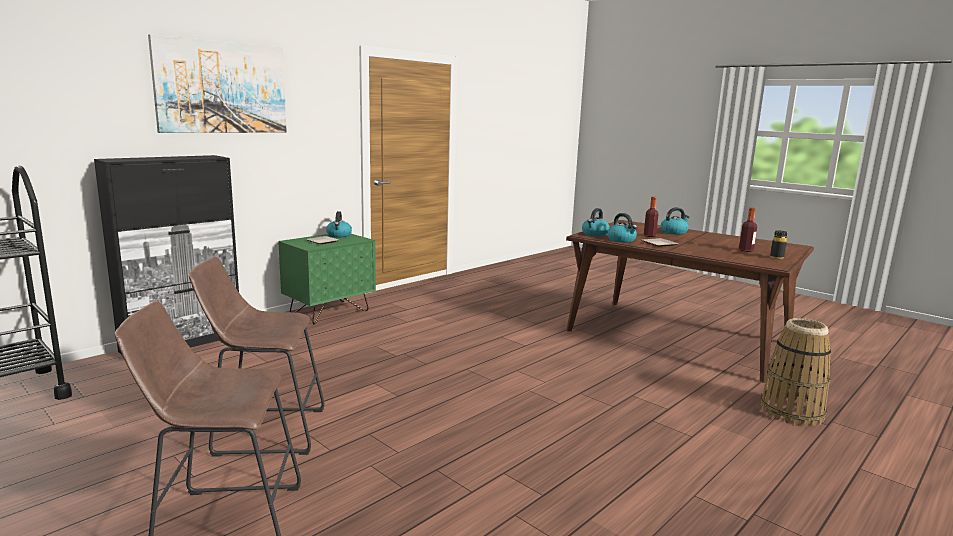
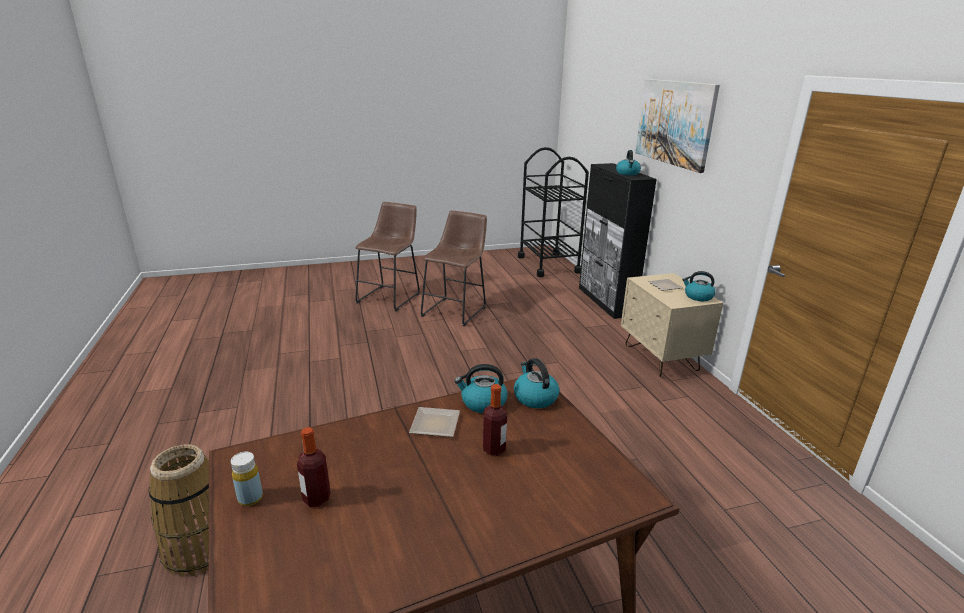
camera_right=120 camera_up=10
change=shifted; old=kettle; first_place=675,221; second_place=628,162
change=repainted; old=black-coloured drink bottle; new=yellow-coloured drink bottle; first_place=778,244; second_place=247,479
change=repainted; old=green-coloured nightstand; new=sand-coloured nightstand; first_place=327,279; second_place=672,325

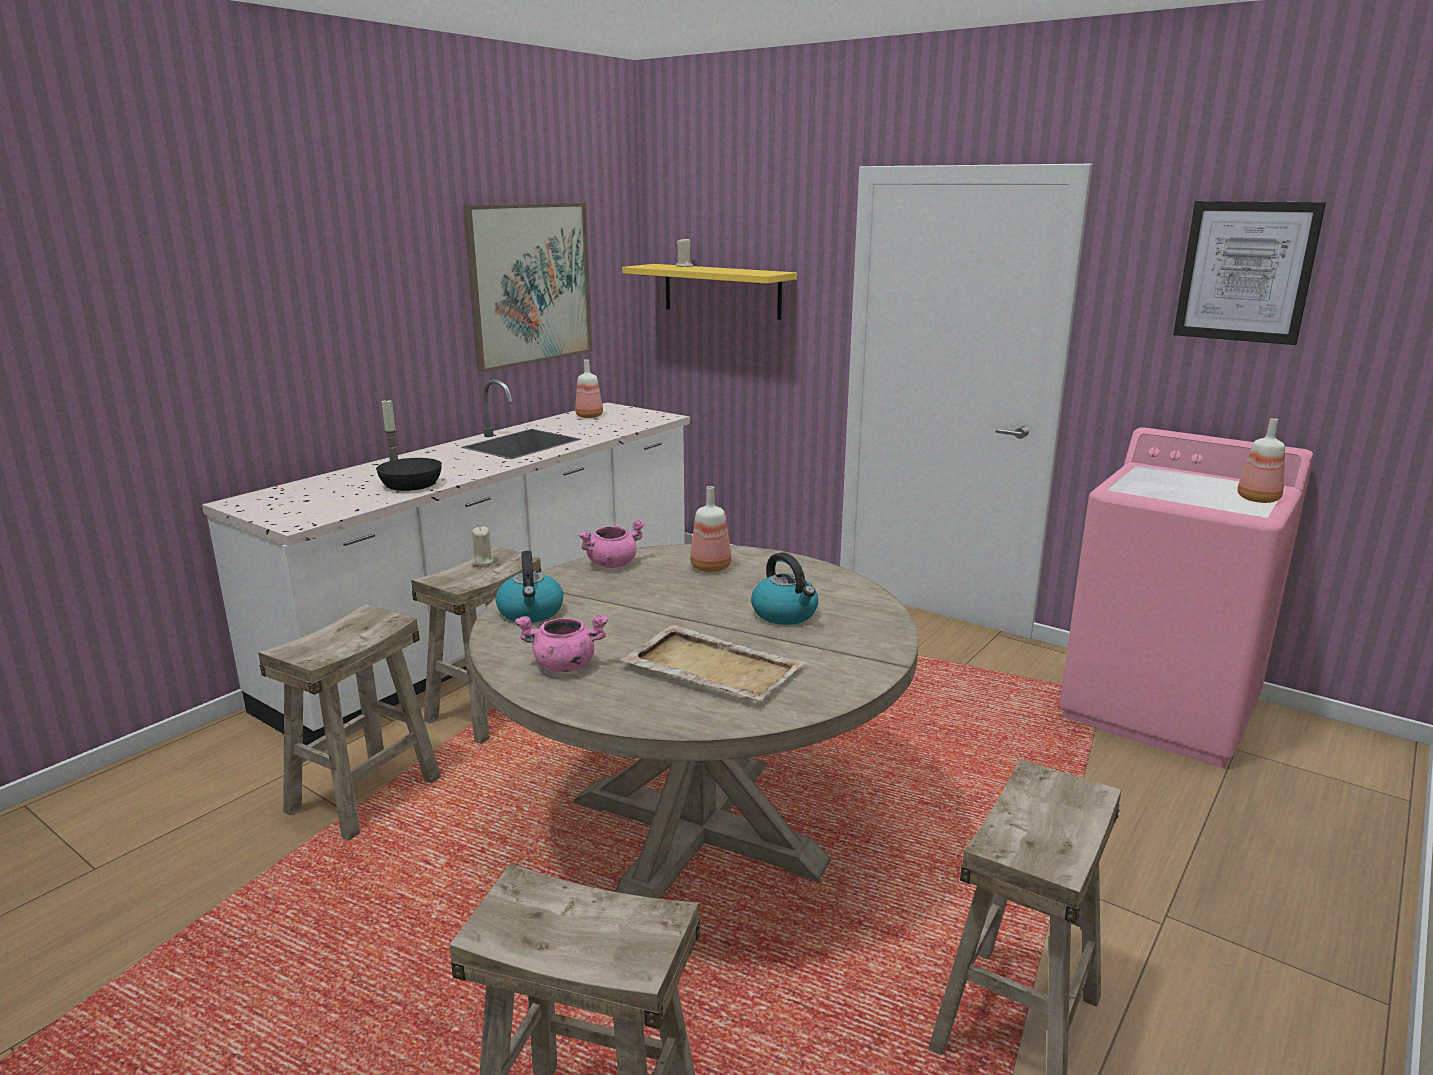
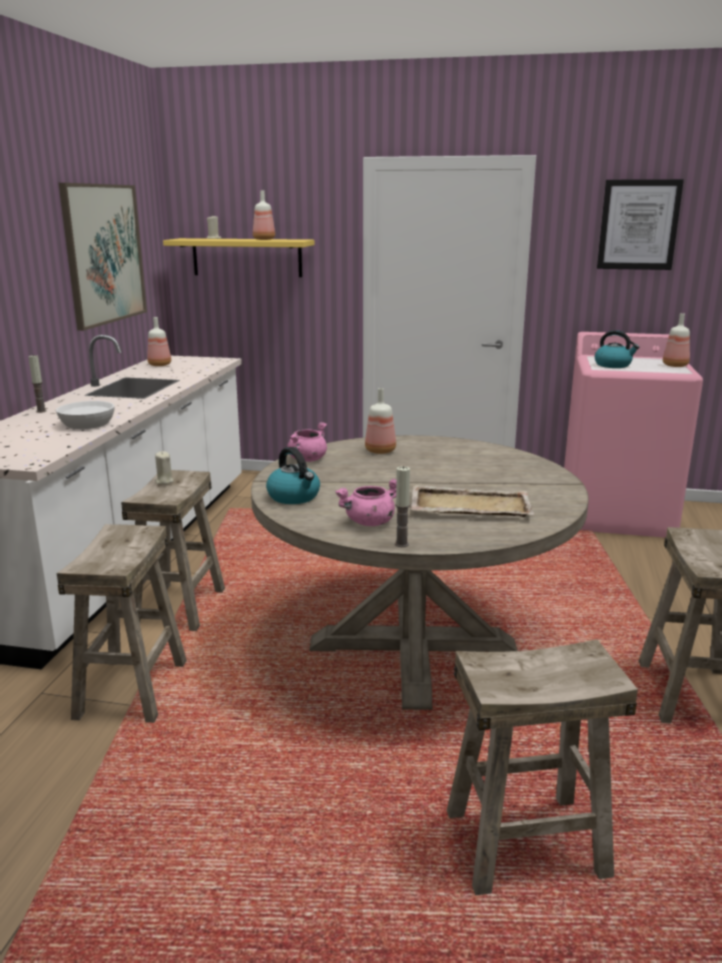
camera_right=-25 camera_up=0
change=repainted; old=black-coloured bowl; new=white bowl; first_place=409,474; second_place=85,415
change=shifted; old=kettle; first_place=784,588; second_place=617,349
change=new; new=drink bottle; second_place=264,215
change=new; new=wax light; second_place=402,506

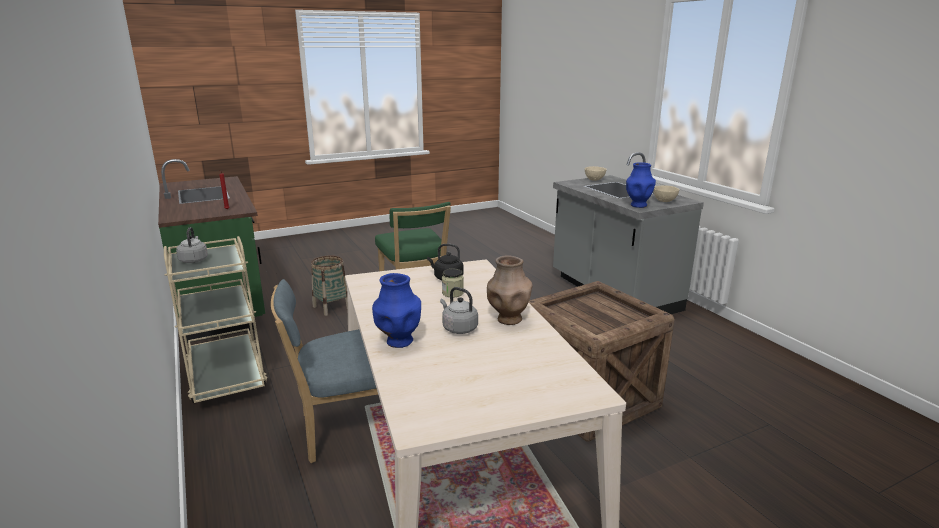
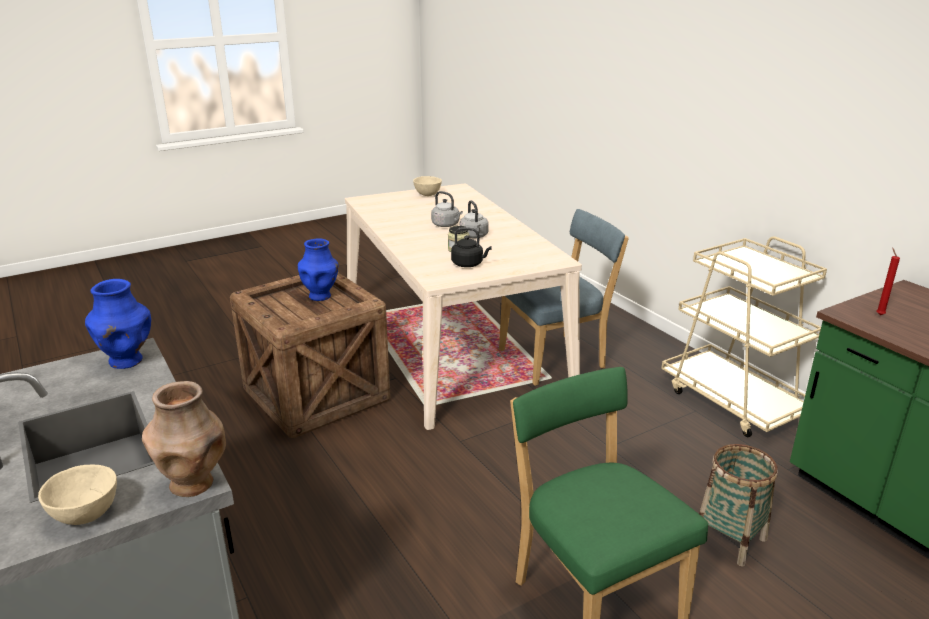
camera_right=175 camera_up=5
change=shifted; old=sand-coloured bowl; first_place=666,193; second_place=427,186
change=shifted; old=gray kettle; first_place=192,245; second_place=474,219
change=shifted; old=brownish vase; first_place=510,290; second_place=184,439
change=shifted; old=bluish vase; first_place=396,310; second_place=318,269

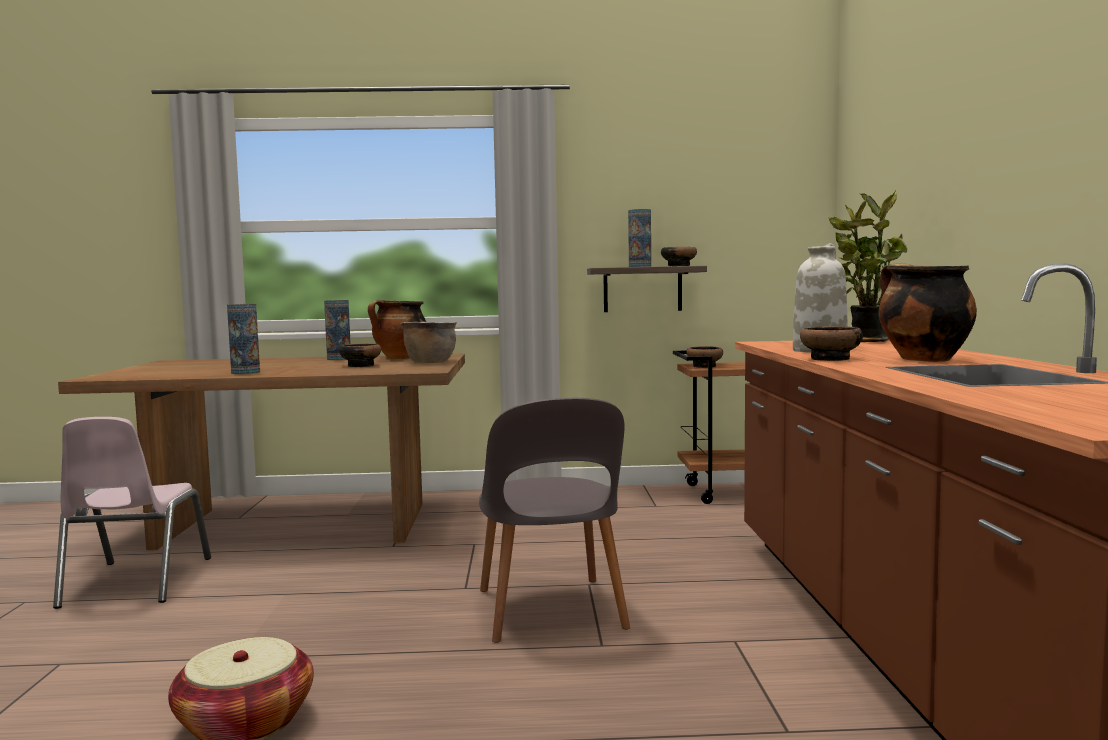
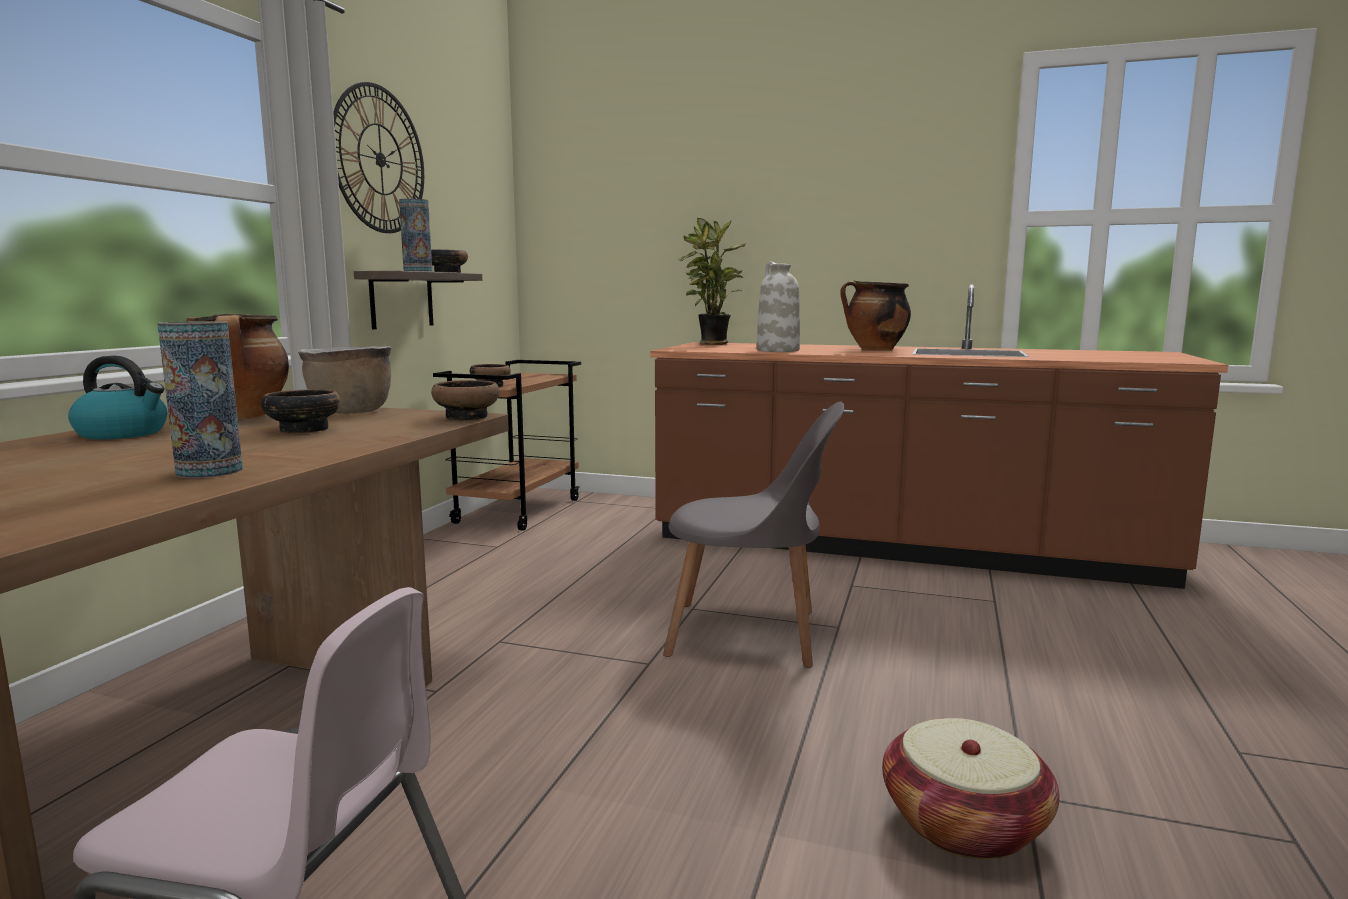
camera_right=-70 camera_up=5
change=swapped; old=vase; new=kettle; first_place=337,330; second_place=117,397
change=shifted; old=bowl; first_place=831,343; second_place=465,400
change=new; new=hanging clock; second_place=378,157

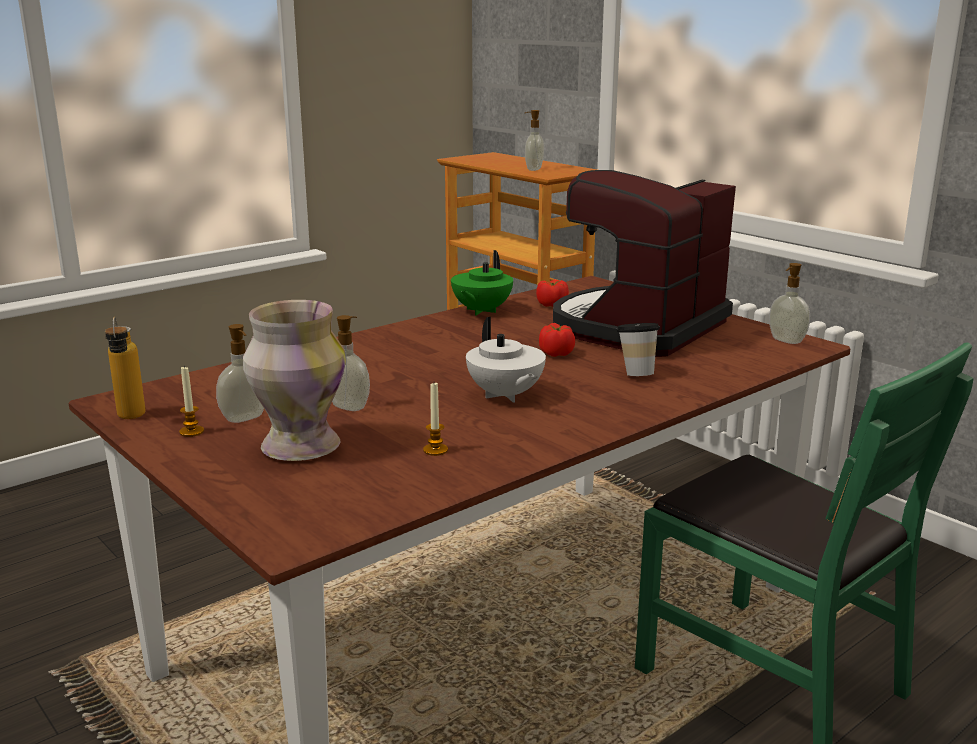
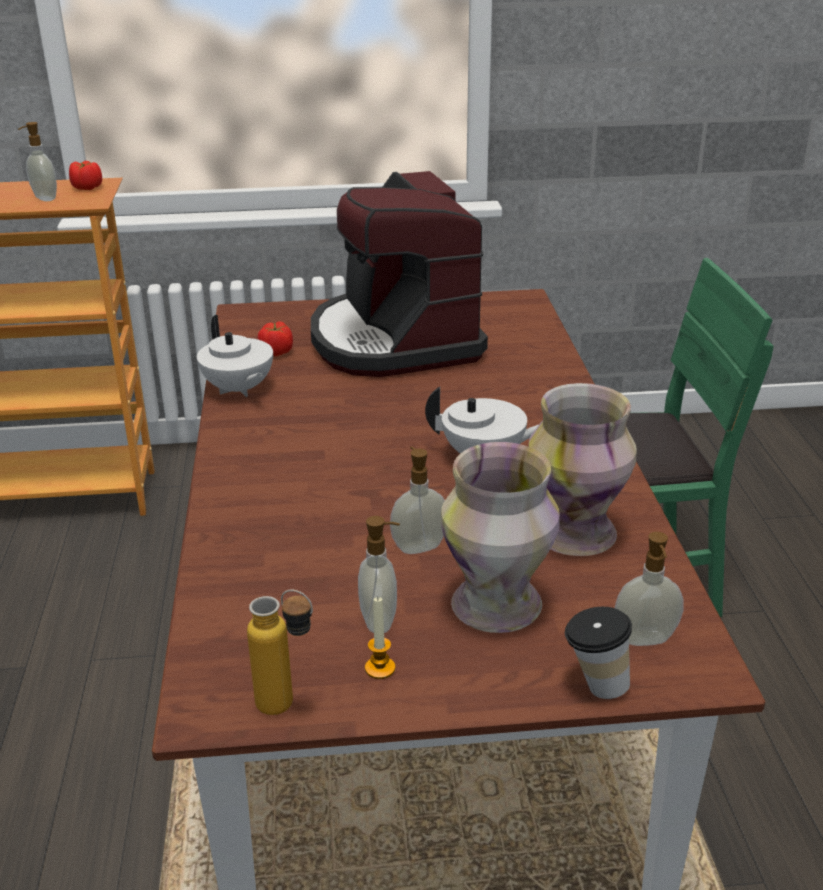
camera_right=-55 camera_up=10
change=repainted; old=green-coloured teapot; new=white teapot; first_place=482,283; second_place=235,356
change=shifted; old=liquid soap bottle; first_place=789,303; second_place=649,589
change=shifted; old=fresh tomato; first_place=557,340; second_place=85,175
change=shifted; old=small cup; first_place=638,349; second_place=598,653
change=swapped; old=wax light; new=vase; first_place=435,419; second_place=582,469

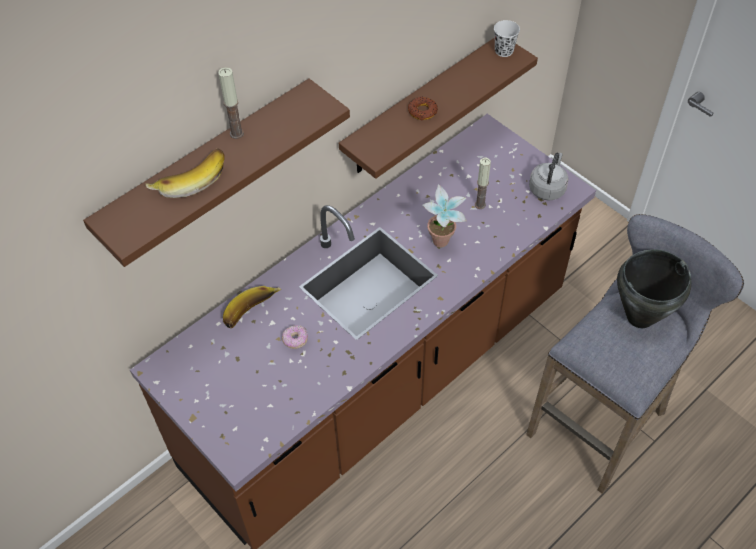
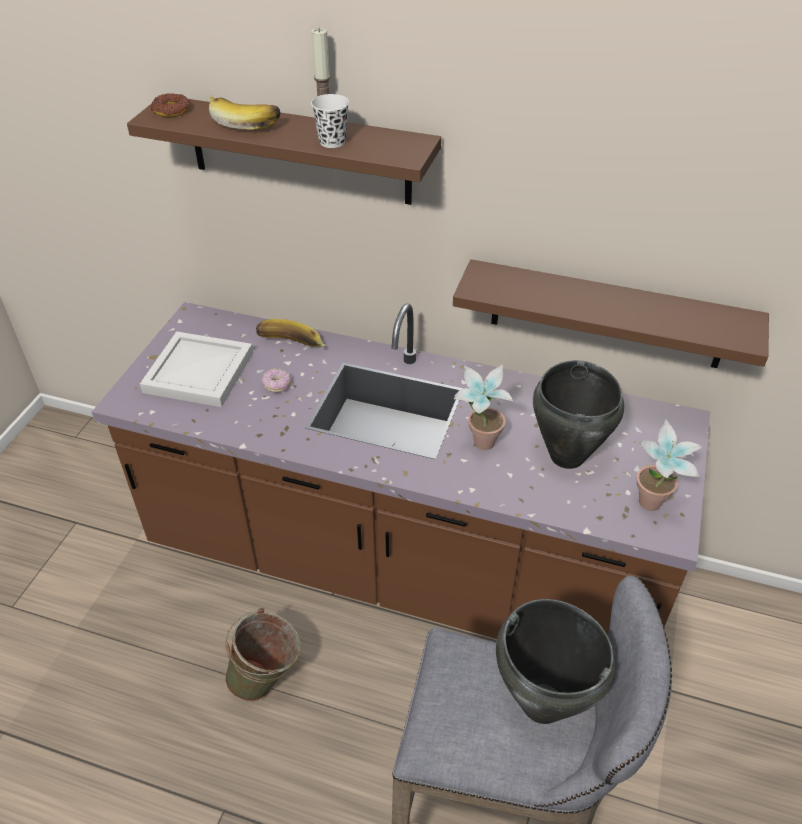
camera_right=60 camera_up=-10
change=shifted; old=white small cup; first_place=507,38; second_place=330,121
change=shifted; old=ring doughnut; first_place=423,108; second_place=170,105
change=swapped; old=gray kettle; new=houseplant; first_place=548,176; second_place=669,465
change=swapped; old=wax light; new=black-coloured cooking pot; first_place=483,183; second_place=578,414
change=new; new=white serving tray; second_place=196,369
change=new; new=green-coloured pail; second_place=263,655

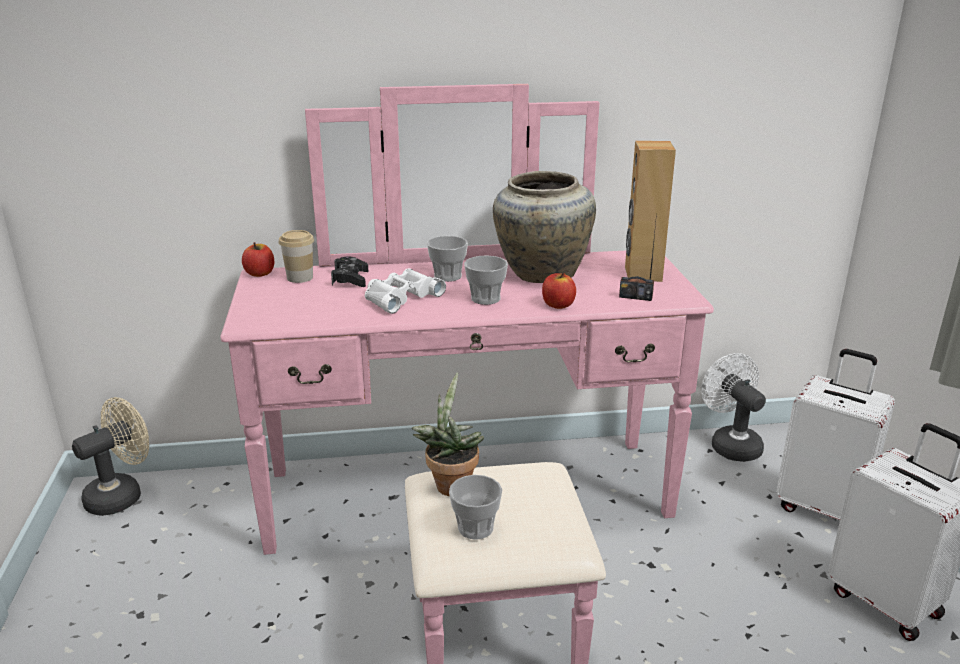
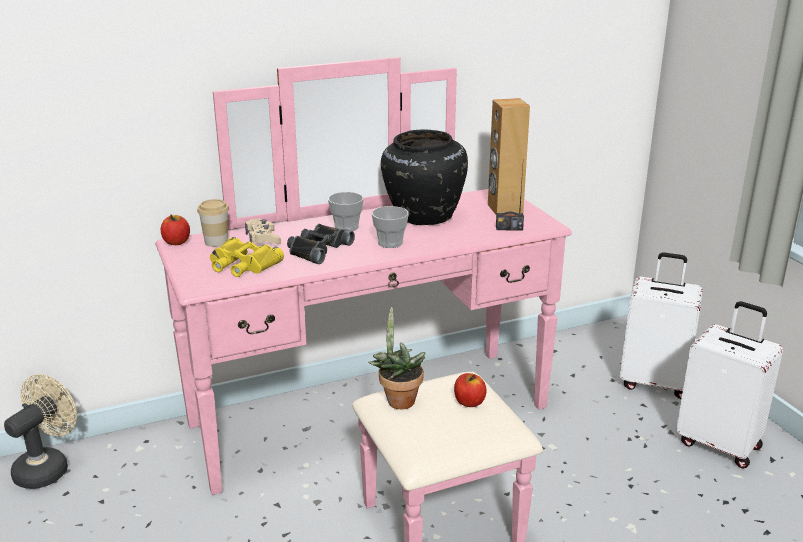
camera_right=-15 camera_up=0
change=repainted; old=sand-coloured vase; new=black-coloured vase; first_place=544,227; second_place=424,177
change=repainted; old=black-coloured game controller; new=sand-coloured game controller; first_place=349,272; second_place=263,231
change=repainted; old=white pair of binoculars; new=black-coloured pair of binoculars; first_place=405,291; second_place=321,244
change=shifted; old=apple; first_place=559,291; second_place=470,390
change=gone; old=white electric fan; first_place=733,407
change=gone; old=small cup; first_place=476,507
change=new; new=yellow-coloured pair of binoculars; second_place=247,257

